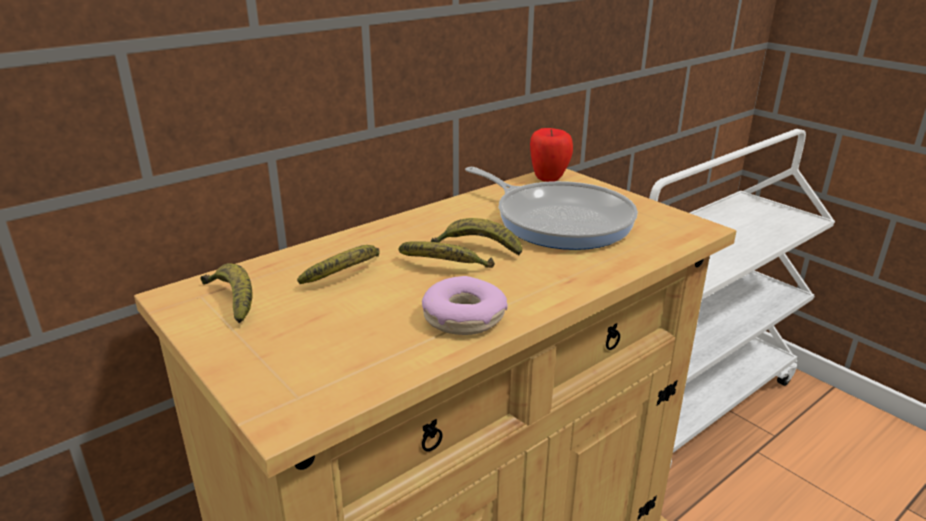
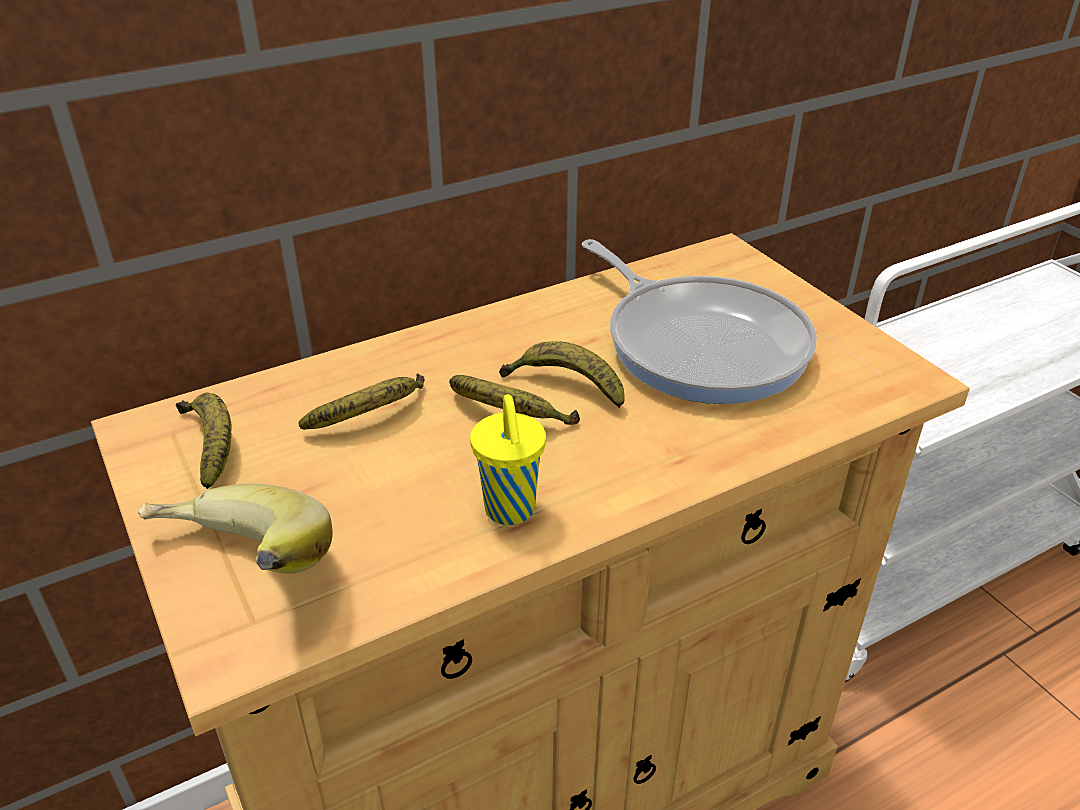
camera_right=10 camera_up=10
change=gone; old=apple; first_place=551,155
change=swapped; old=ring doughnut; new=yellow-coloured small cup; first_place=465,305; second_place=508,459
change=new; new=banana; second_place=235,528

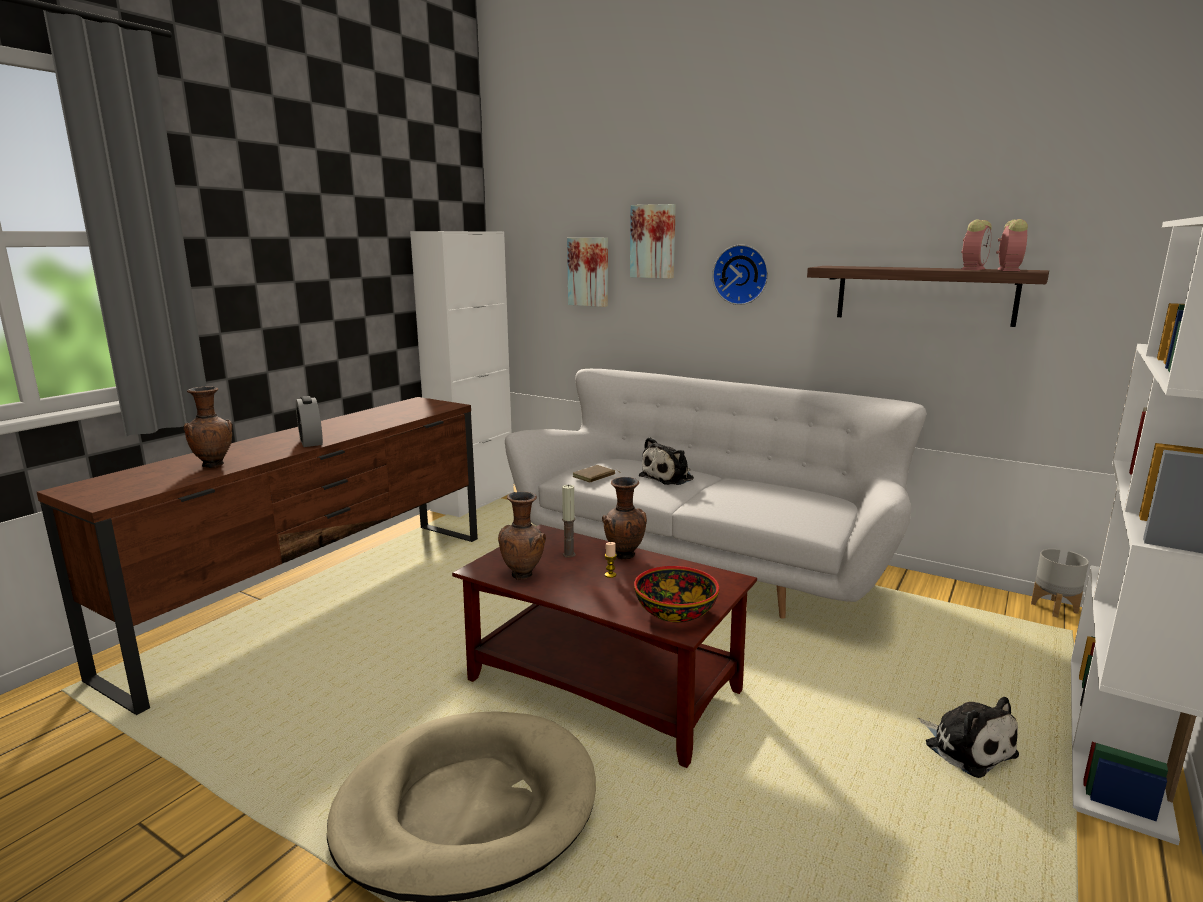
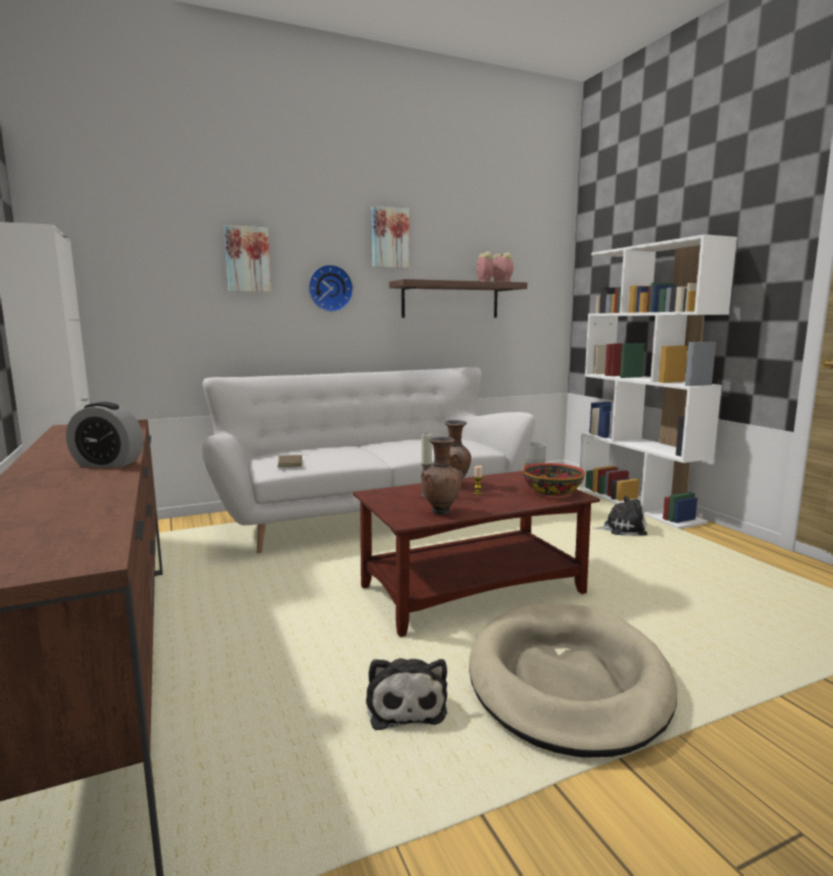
camera_right=-55 camera_up=-5
change=shifted; old=picture; first_place=587,272; second_place=390,237
change=gone; old=brownish vase; first_place=208,427
change=shifted; old=cuddly toy; first_place=666,461; second_place=406,694

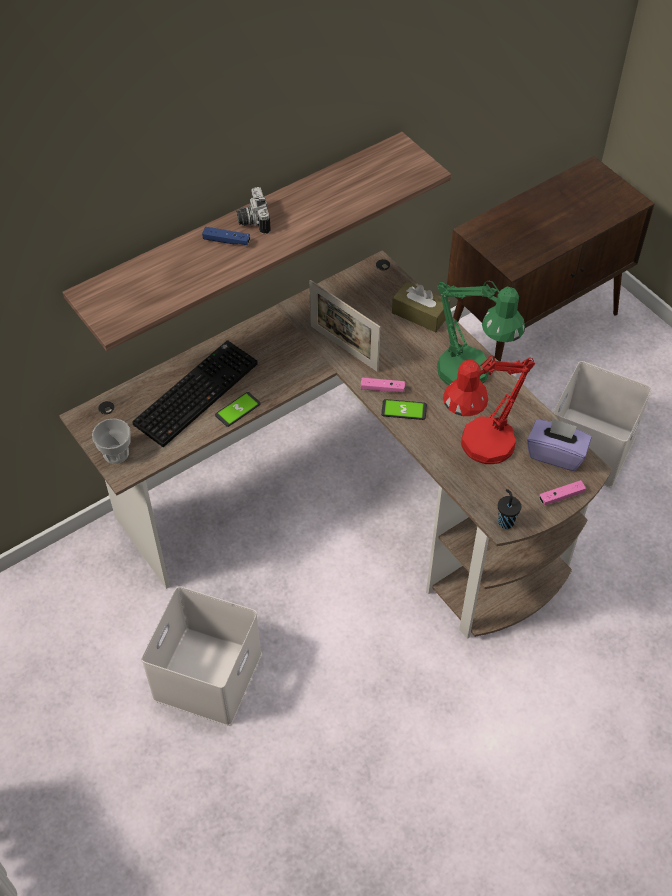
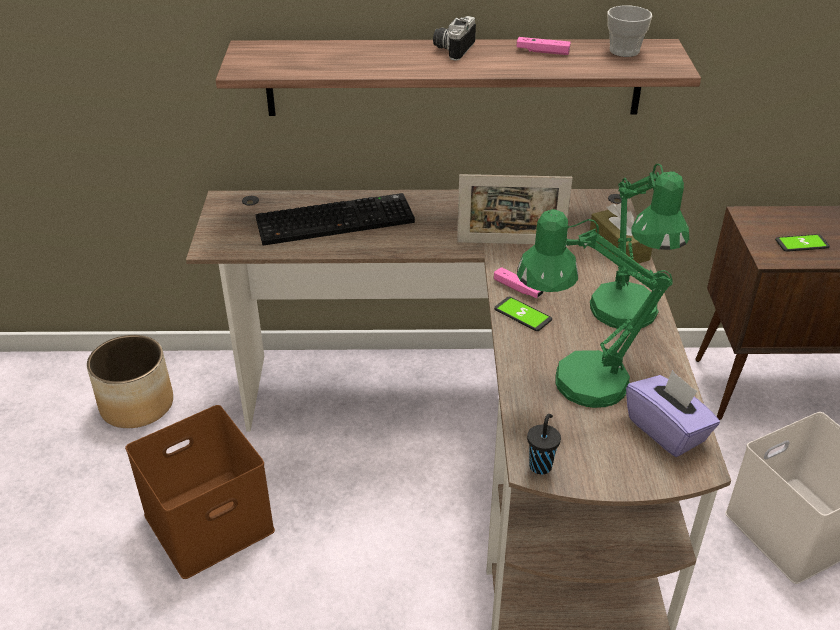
camera_right=35 camera_up=-15
change=gone; old=bluish game controller; first_place=226,236
change=rotated; old=picture frame; first_place=344,326; second_place=515,209; degrees=-75
change=repainted; old=red tabletop lamp; new=green-coloured tabletop lamp; first_place=489,409; second_place=595,308
change=shifted; old=phone; first_place=238,409; second_place=802,243
change=shifted; old=small cup; first_place=111,441; second_place=629,31
change=shifted; old=pink-coloured game controller; first_place=562,492; second_place=544,46
change=repainted; old=white storage box; new=brownish storage box; first_place=201,656; second_place=200,492
change=new; new=plant pot; second_place=130,381

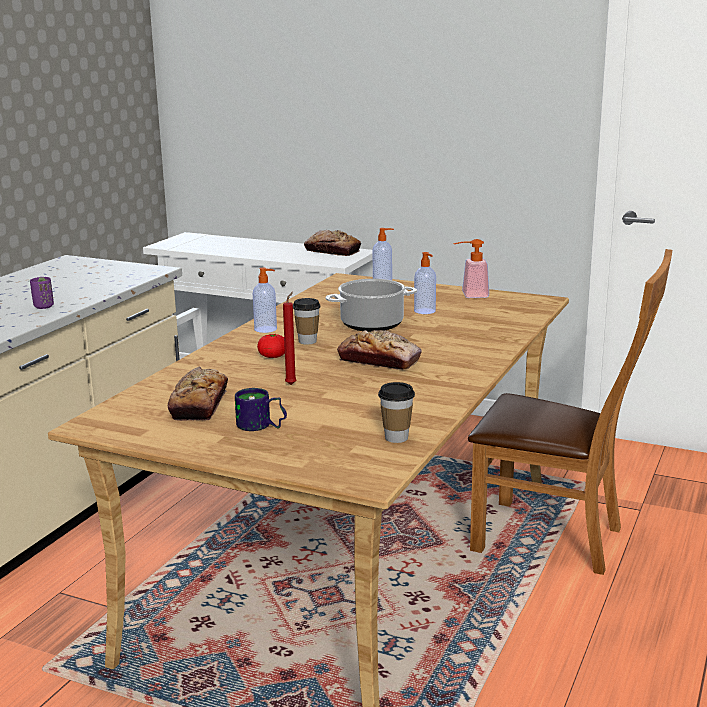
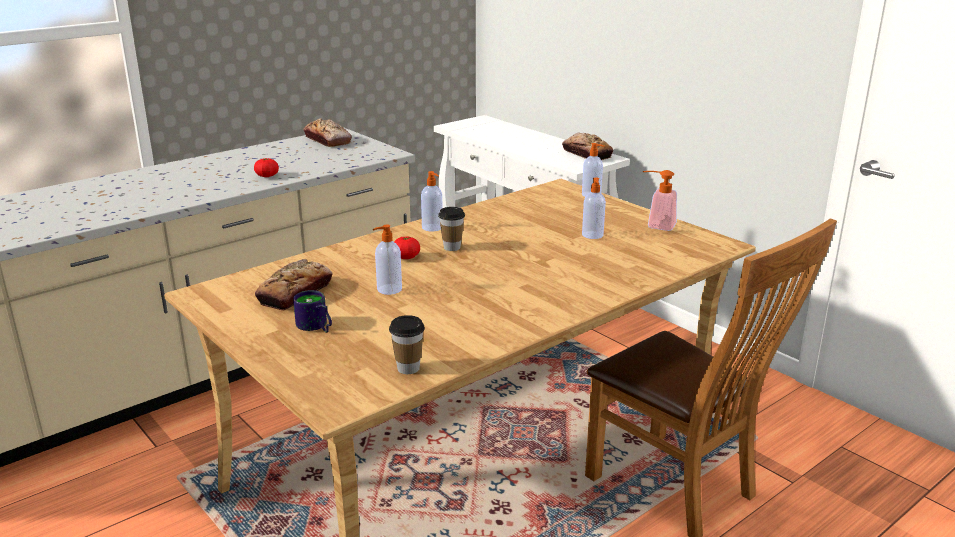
camera_right=25 camera_up=5
change=swapped; old=purple-coloured small cup; new=fresh tomato; first_place=42,293; second_place=266,167
change=gone; old=cooking pot; first_place=371,305
change=swapped; old=red wax light; new=liquid soap bottle; first_place=289,338; second_place=387,260
change=shifted; old=baked bread; first_place=379,350; second_place=327,132

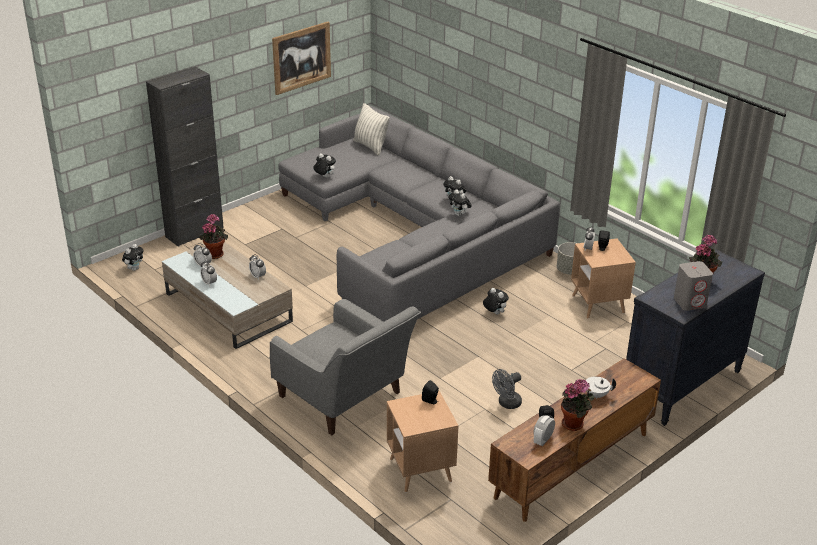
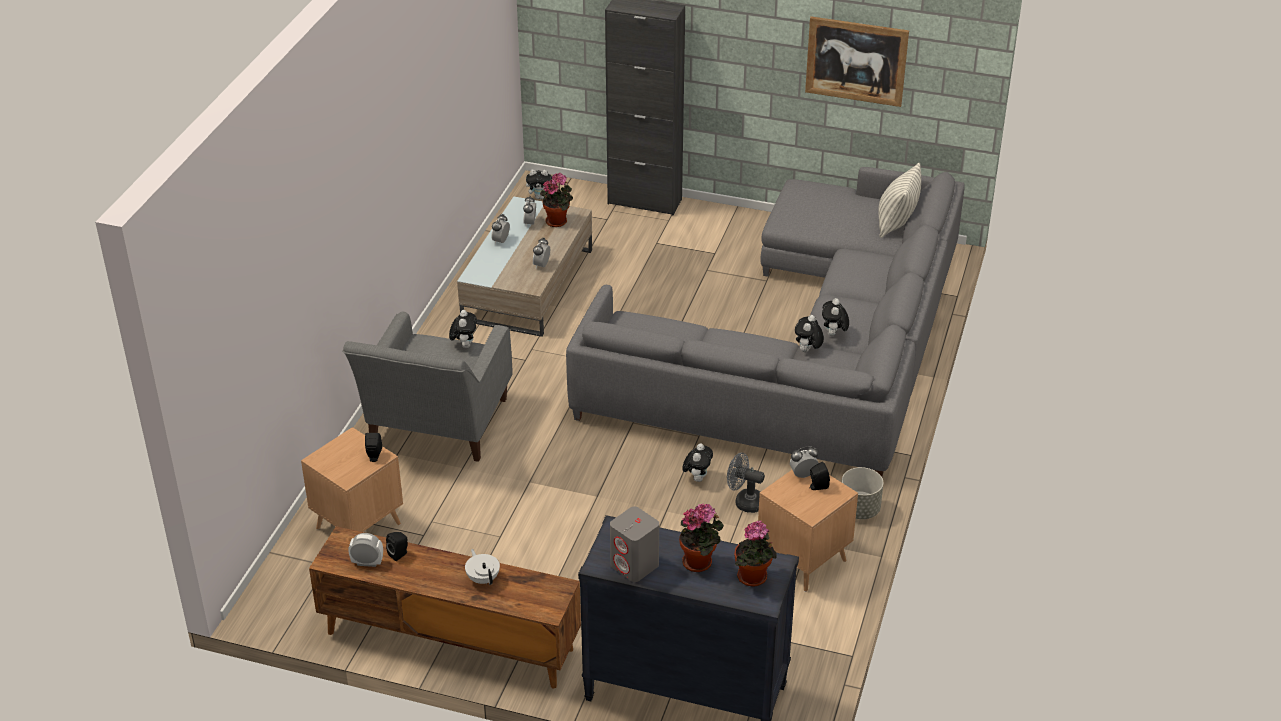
camera_right=60 camera_up=5
change=shifted; old=cuddly toy; first_place=324,165; second_place=463,329
change=shifted; old=gray electric fan; first_place=507,389; second_place=746,483
change=shifted; old=houseplant; first_place=578,405; second_place=755,553

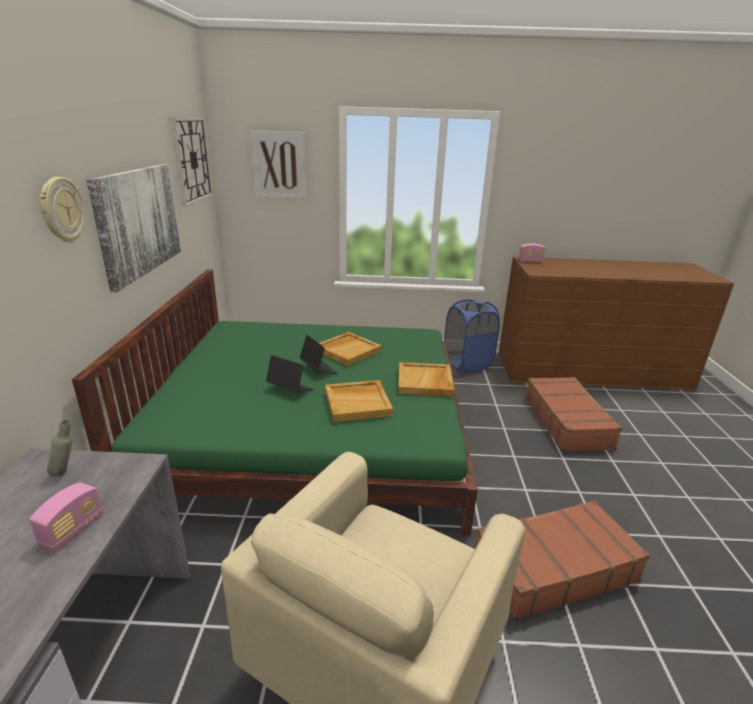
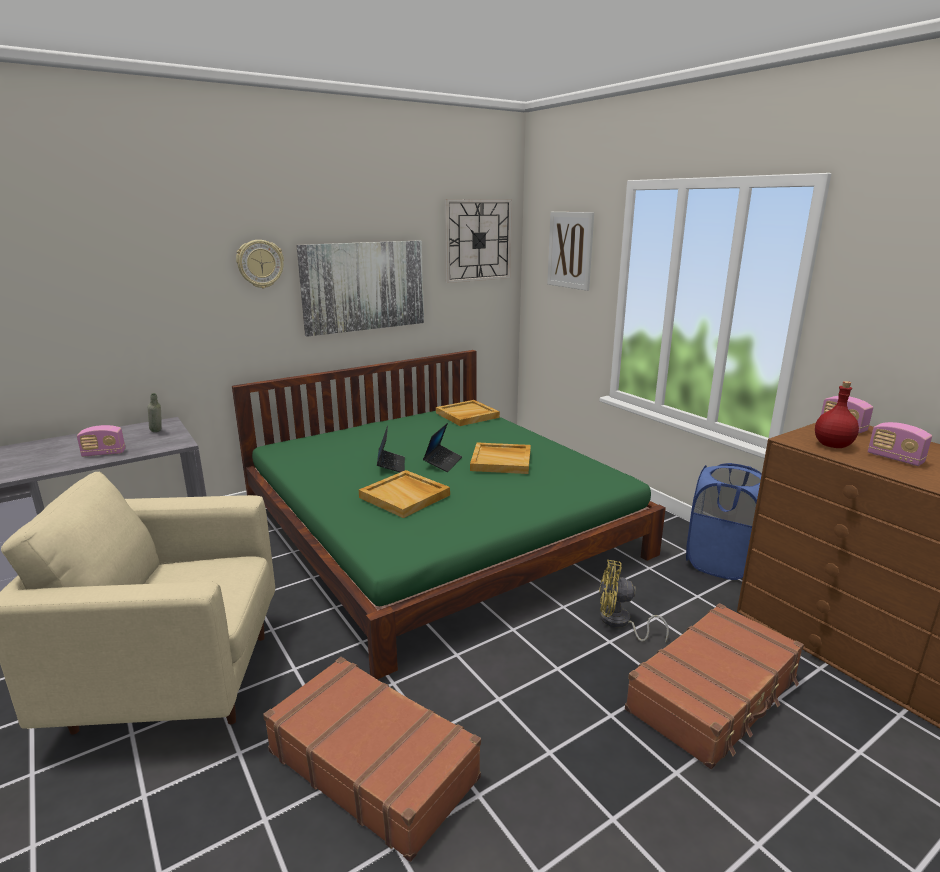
camera_right=55 camera_up=-5
change=shifted; old=sand-coloured serving tray; first_place=426,379; second_place=468,413
change=new; new=red drink bottle; second_place=837,414
change=new; new=radio; second_place=900,444
change=new; new=yellow-coloured electric fan; second_place=634,601

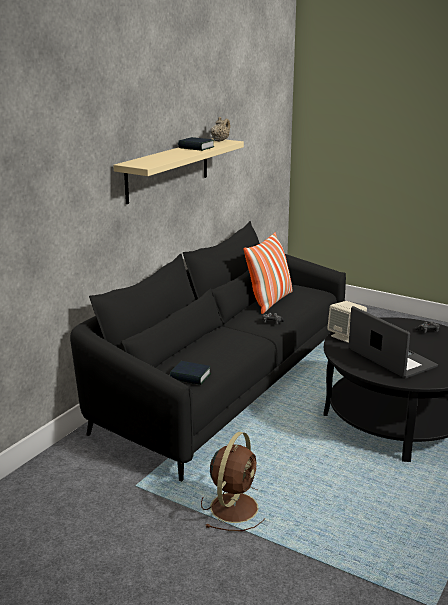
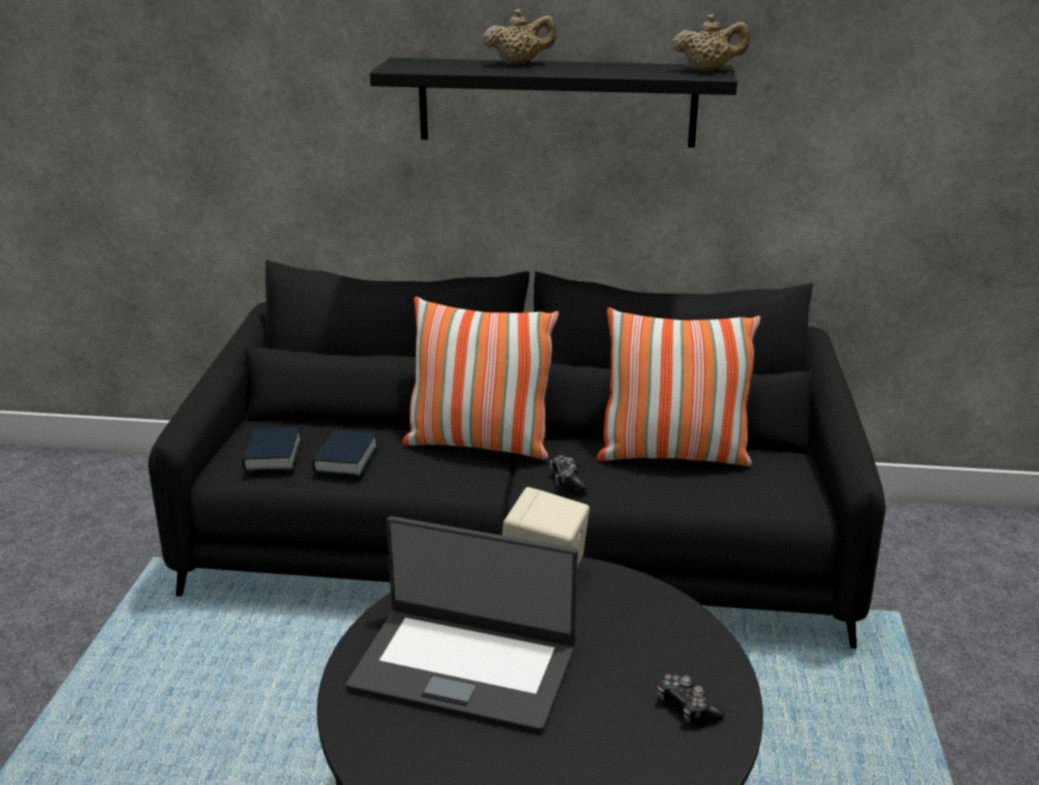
camera_right=65 camera_up=5
change=shifted; old=volume; first_place=196,144; second_place=345,453
change=repainted; old=sand-coloured bracket shelf; new=black-coloured bracket shelf; first_place=178,171; second_place=553,103
change=rotated; old=laptop; first_place=393,342; second_place=462,624; degrees=75
change=gone; old=brownish electric fan; first_place=233,481
change=new; new=sand-coloured teapot; second_place=519,37
change=new; new=throw pillow; second_place=480,378

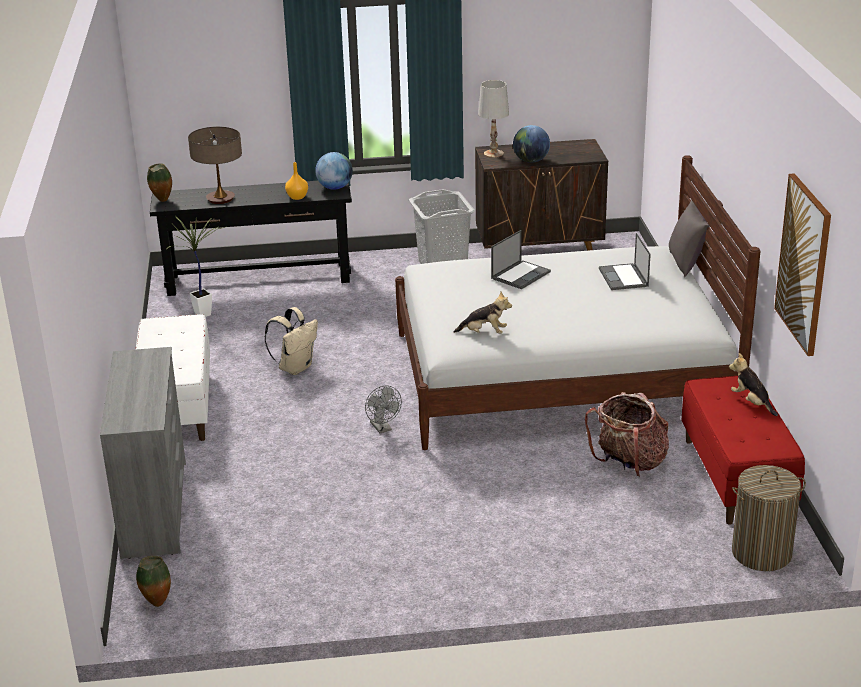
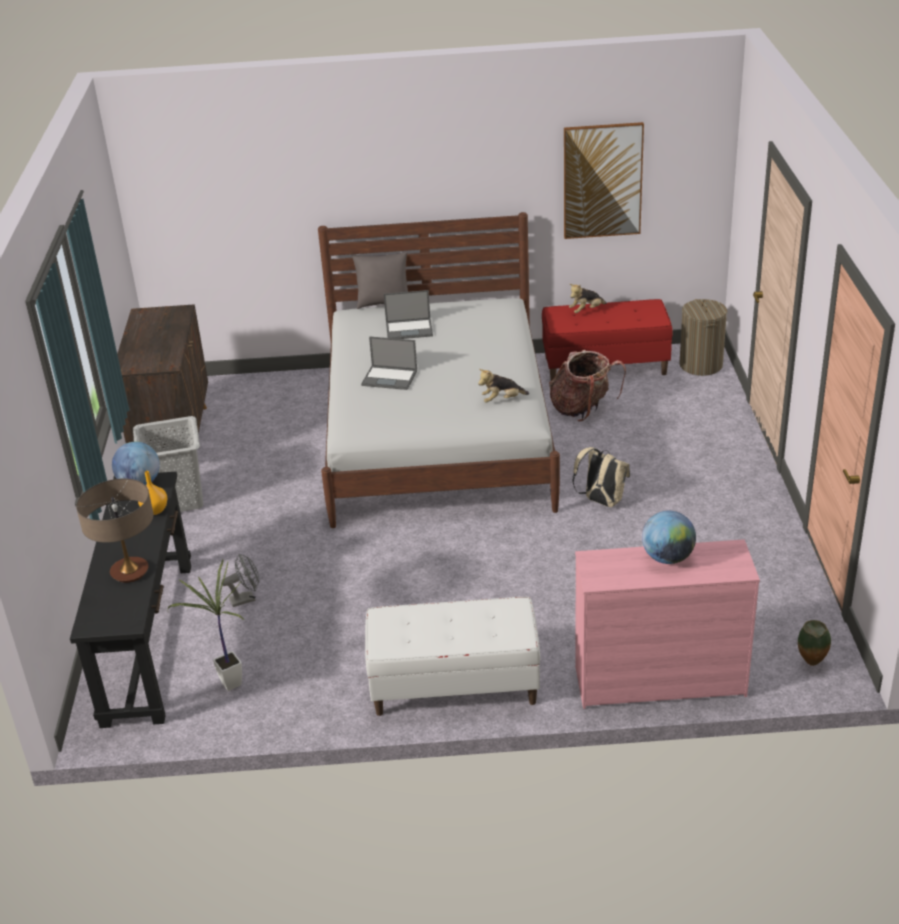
camera_right=-85 camera_up=5
change=gone; old=white tabletop lamp; first_place=493,119
change=shifted; old=desk globe; first_place=531,144; second_place=669,537
change=gone; old=vase; first_place=159,182
change=rotated; old=laptop; first_place=521,259; second_place=389,363; degrees=150
change=rotated; old=cuddly toy; first_place=482,313; second_place=503,386; degrees=-120
change=shifted; old=sand-coloured knapsack; first_place=291,341; second_place=601,477
change=repainted; old=gray chest of drawers; new=pink-coloured chest of drawers; first_place=143,453; second_place=667,624
change=shifted; old=gray electric fan; first_place=383,409; second_place=240,580

